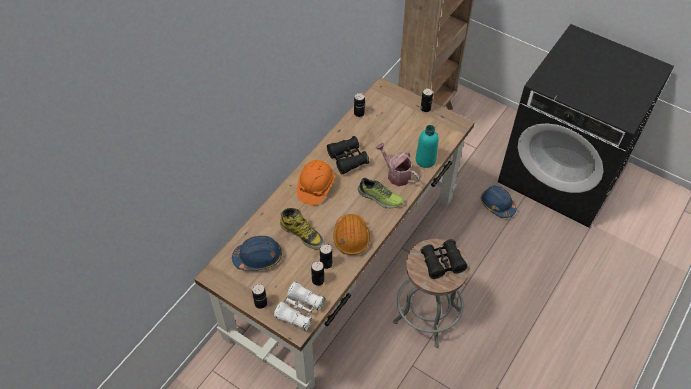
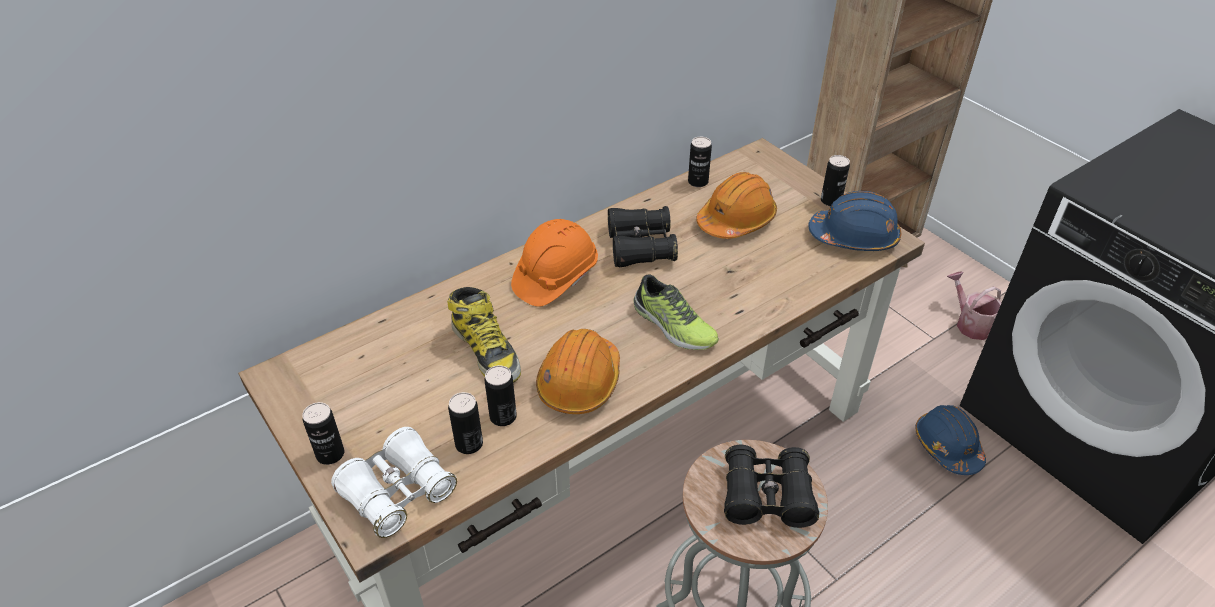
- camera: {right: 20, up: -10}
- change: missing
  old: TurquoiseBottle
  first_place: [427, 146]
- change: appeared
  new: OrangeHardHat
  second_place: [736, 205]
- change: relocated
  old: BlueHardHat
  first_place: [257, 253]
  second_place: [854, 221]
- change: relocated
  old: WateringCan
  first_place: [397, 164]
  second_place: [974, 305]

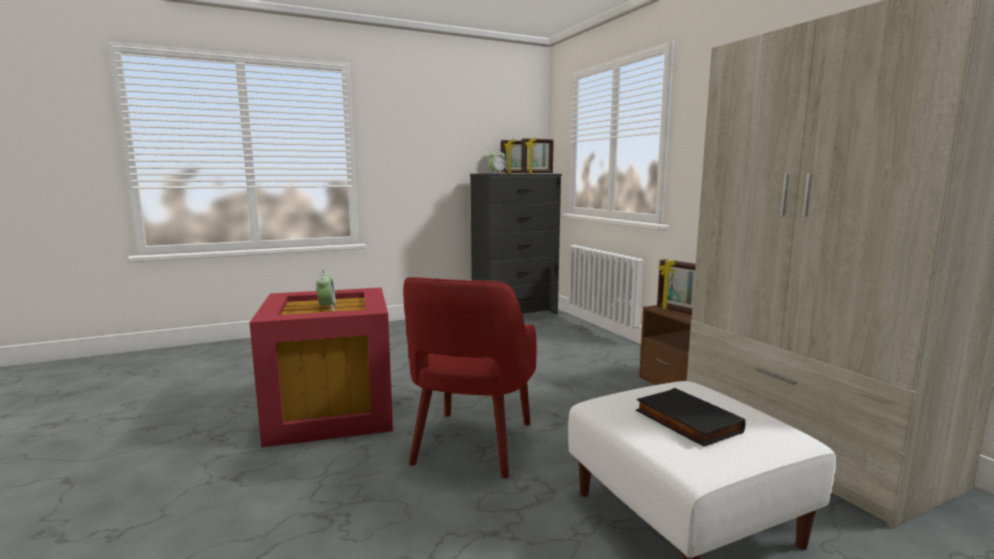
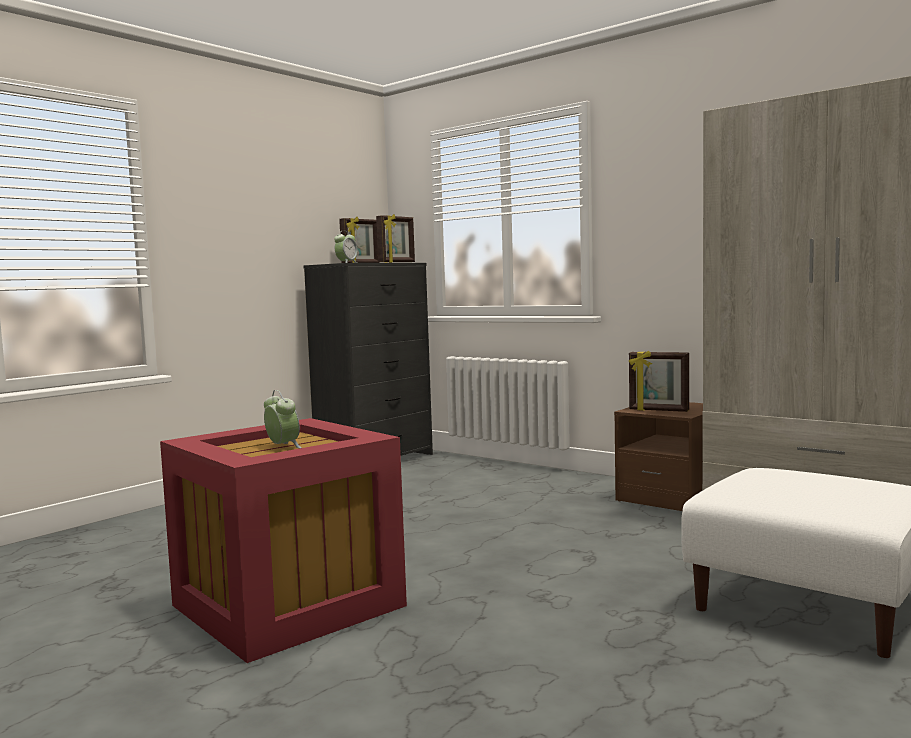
- camera: {right: -25, up: -5}
- change: missing
  old: RedArmchair
  first_place: [470, 378]
- change: missing
  old: BlackBook
  first_place: [691, 417]

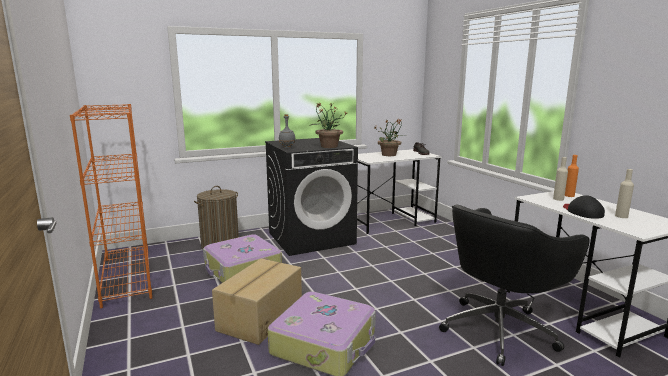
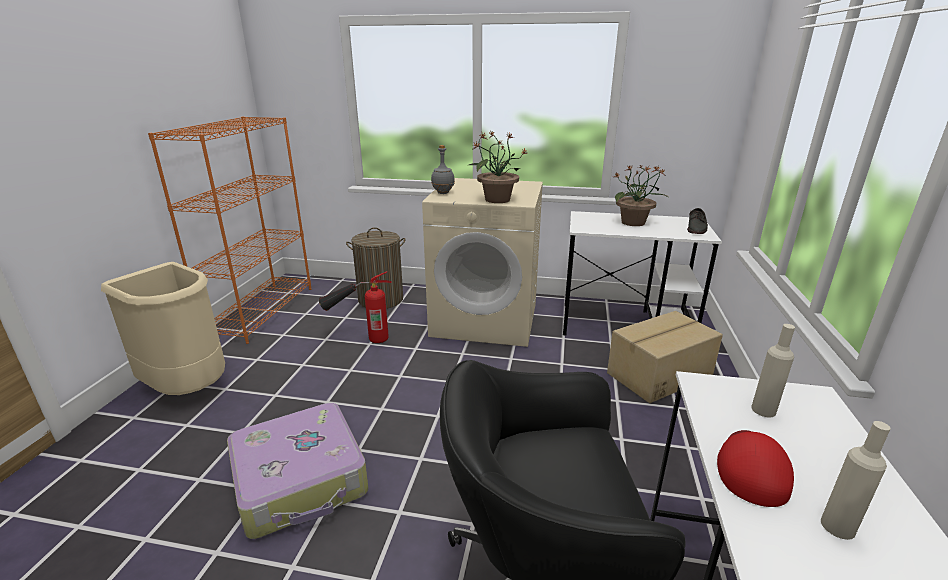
- camera: {right: 35, up: 10}
- change: missing
  old: OrangeBottle
  first_place: [572, 176]
- change: appeared
  new: BeigeTrashCan
  second_place: [163, 328]
- change: relocated
  old: CardboardBox
  first_place: [257, 301]
  second_place: [665, 357]
- change: exchanged
  old: Suitcase
  new: FireExtinguisher
  first_place: [242, 258]
  second_place: [355, 307]
- change: colour
  old: BlackWashingMachine
  new: BeigeWashingMachine
  first_place: [311, 197]
  second_place: [482, 262]
- change: colour
  old: BlackCap
  new: RedCap
  first_place: [584, 207]
  second_place: [755, 468]

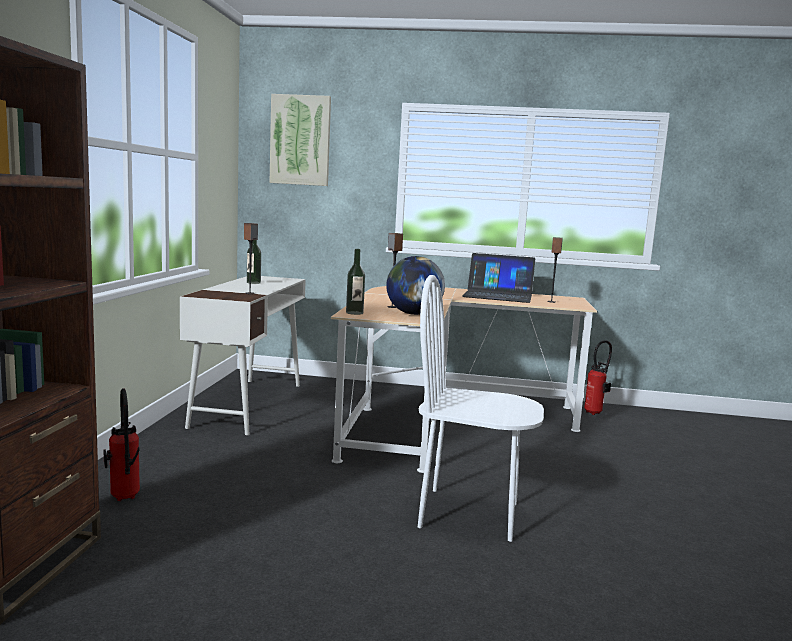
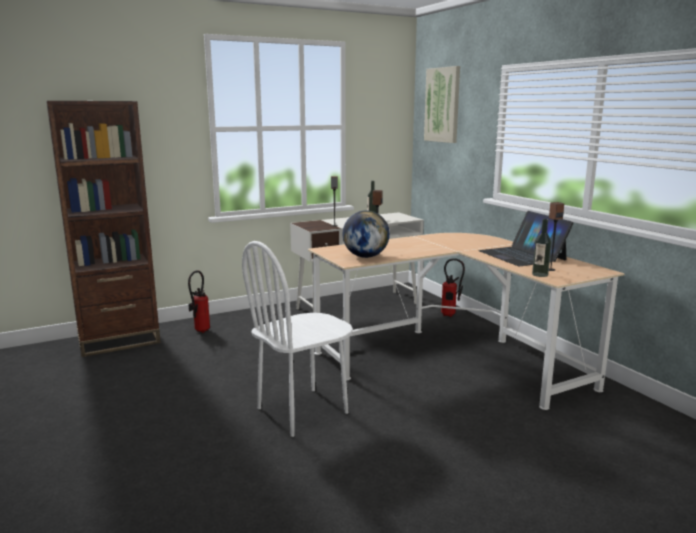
- camera: {right: 55, up: 5}
- change: relocated
  old: Bottle
  first_place: [355, 282]
  second_place: [542, 248]
- change: relocated
  old: FireExtinguisher
  first_place: [598, 377]
  second_place: [453, 287]
- change: spun
  old: WhiteChair
  first_place: [481, 408]
  second_place: [297, 339]
  degrees: -105

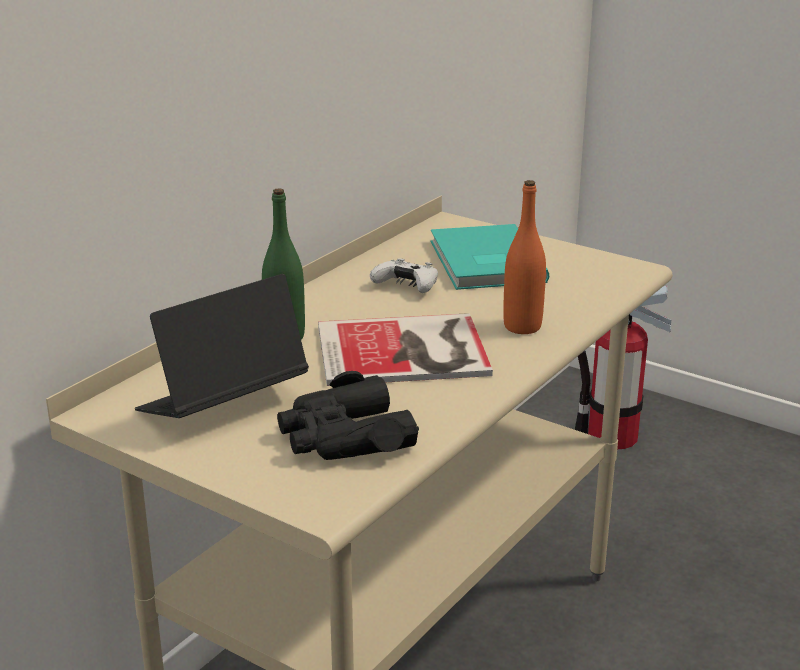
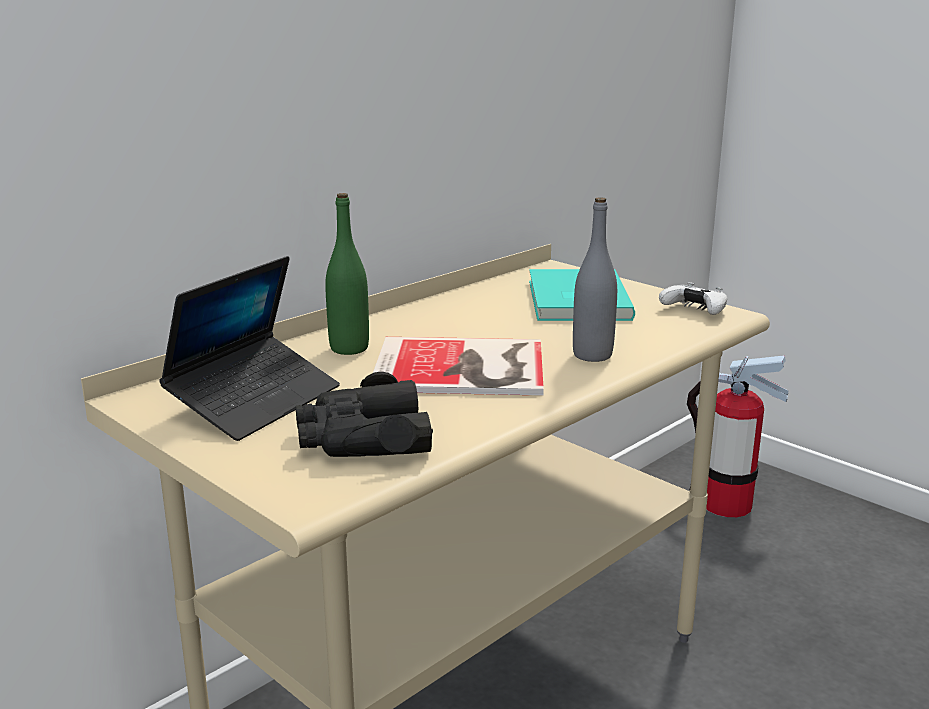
- camera: {right: 10, up: -5}
- change: relocated
  old: WhiteGameController
  first_place: [404, 275]
  second_place: [693, 298]
- change: colour
  old: OrangeBottle
  new: GreyBottle
  first_place: [524, 257]
  second_place: [595, 279]
- change: spun
  old: Laptop
  first_place: [222, 346]
  second_place: [249, 348]
  degrees: 150

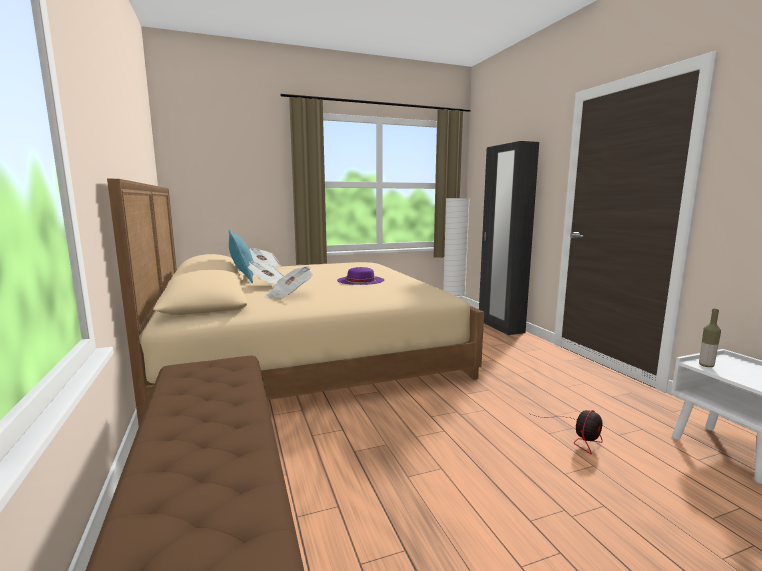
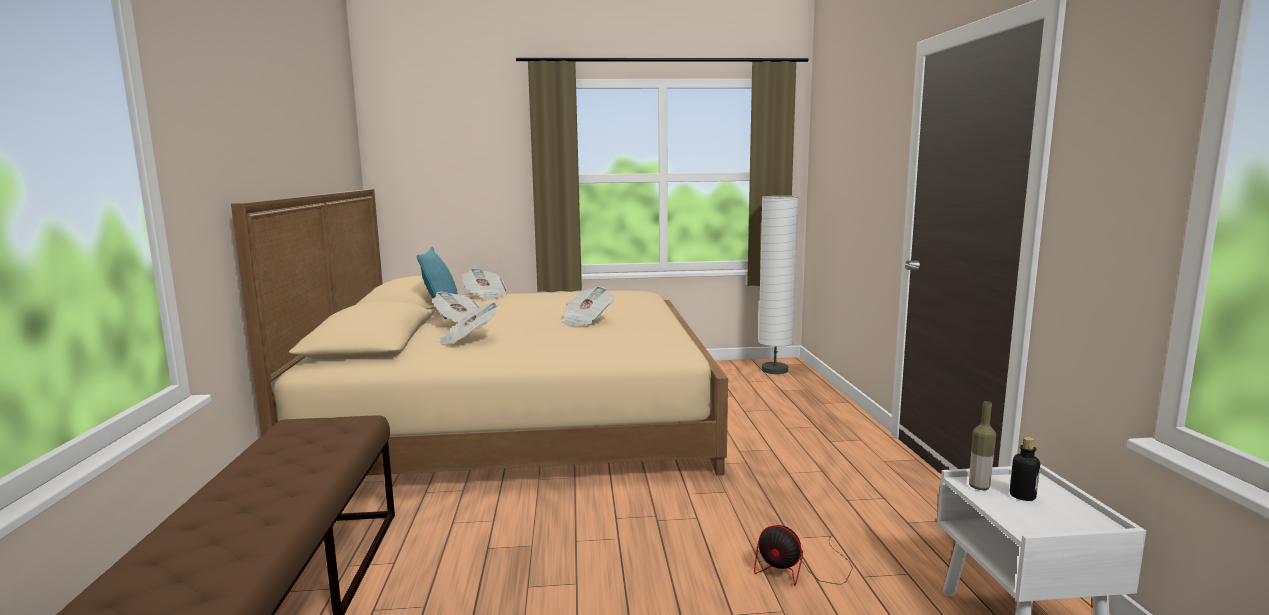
- camera: {right: 15, up: 0}
- change: missing
  old: BlackWardrobe
  first_place: [509, 238]
- change: appeared
  new: Bottle
  second_place: [1025, 469]
- change: exchanged
  old: PurpleHat
  new: Newspaper
  first_place: [360, 276]
  second_place: [587, 306]
- change: spun
  old: Fan
  first_place: [565, 432]
  second_place: [803, 555]
  degrees: 60

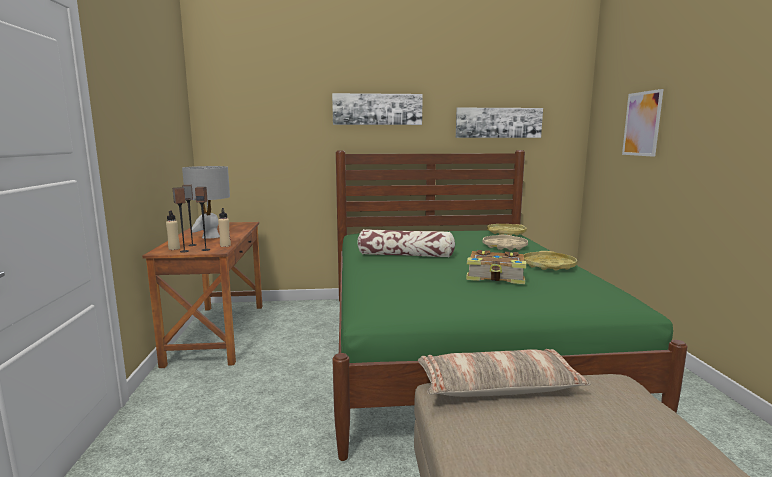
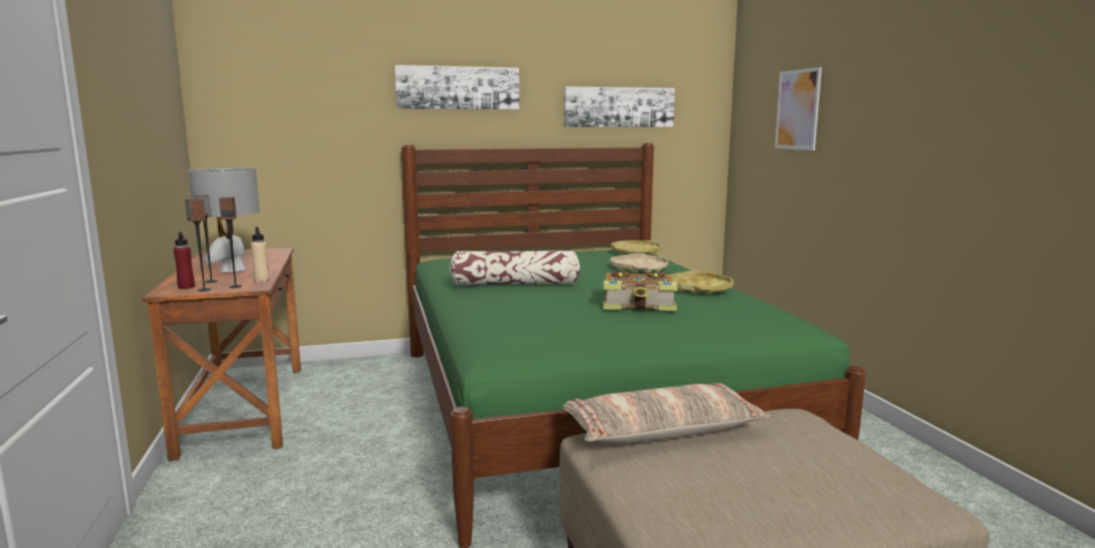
- camera: {right: -10, up: 0}
- change: colour
  old: BeigeBottle
  new: RedBottle
  first_place: [173, 230]
  second_place: [184, 260]

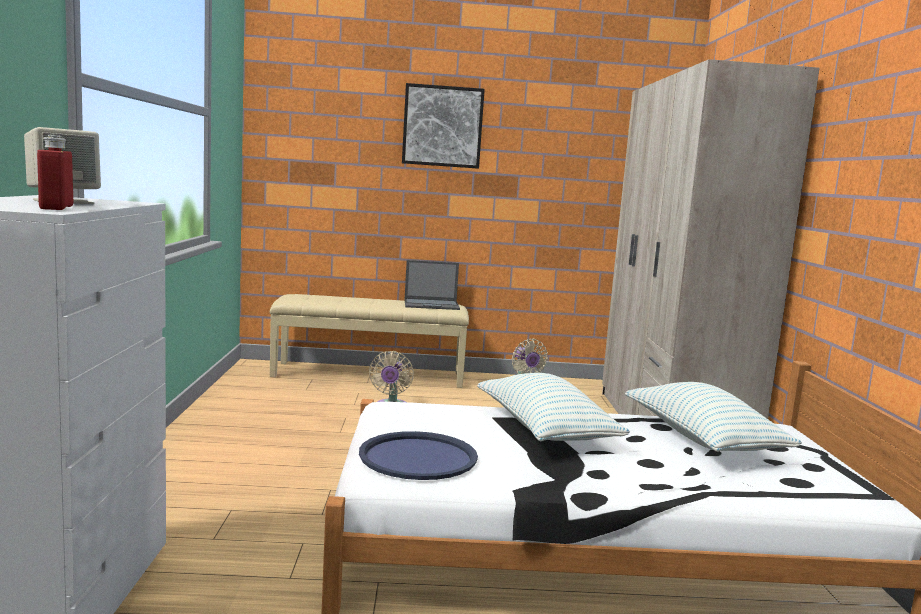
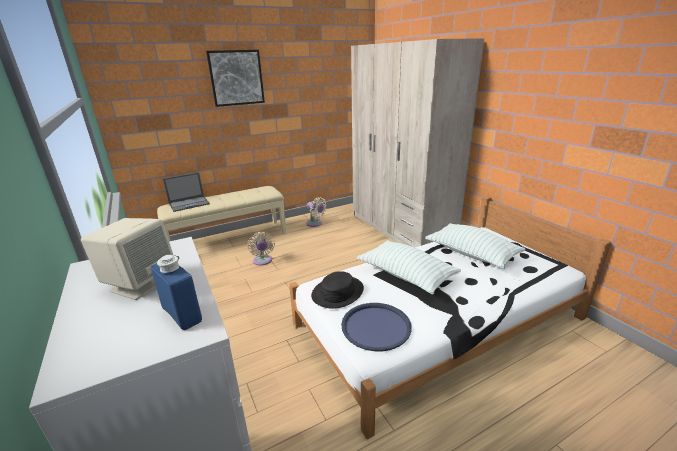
- camera: {right: -25, up: 15}
- change: appeared
  new: BlackHat
  second_place: [337, 290]
- change: relocated
  old: Laptop
  first_place: [432, 285]
  second_place: [186, 192]
- change: colour
  old: RedBottle
  new: BlueBottle
  first_place: [55, 172]
  second_place: [176, 292]

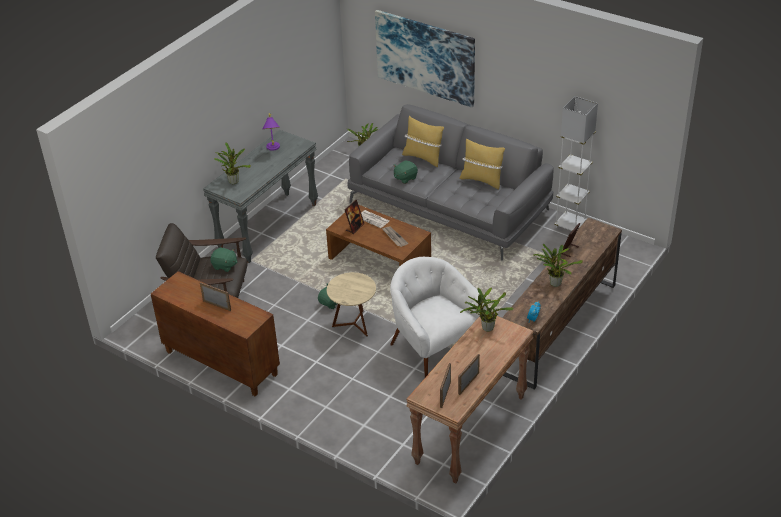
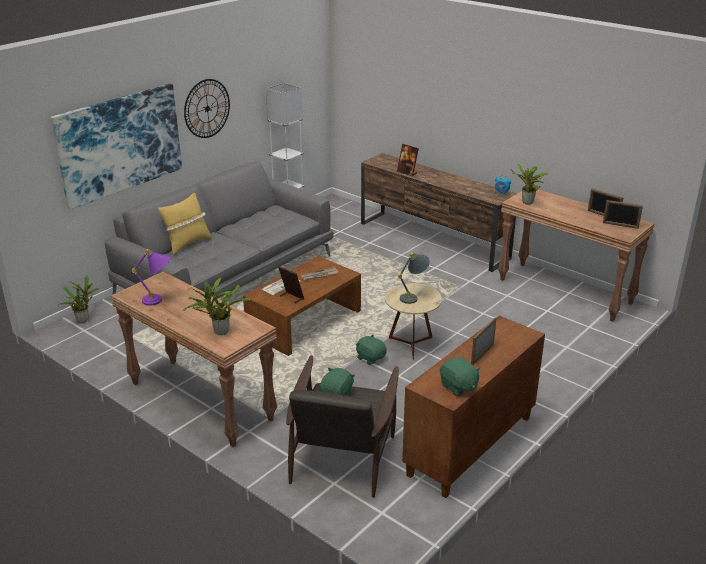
- camera: {right: -85, up: -10}
- change: missing
  old: WhiteArmchair
  first_place: [438, 317]
- change: missing
  old: YellowPillow
  first_place: [482, 163]
- change: missing
  old: PottedPlant
  first_place: [558, 265]
- change: appeared
  new: WallClock
  second_place: [207, 108]
- change: appeared
  new: GreyTableLamp
  second_place: [414, 278]
- change: relocated
  old: GreenPlushToy
  first_place: [406, 172]
  second_place: [460, 376]
- change: colour
  old: GreyConsoleTable
  new: BrownConsoleTable
  first_place: [260, 196]
  second_place: [194, 359]

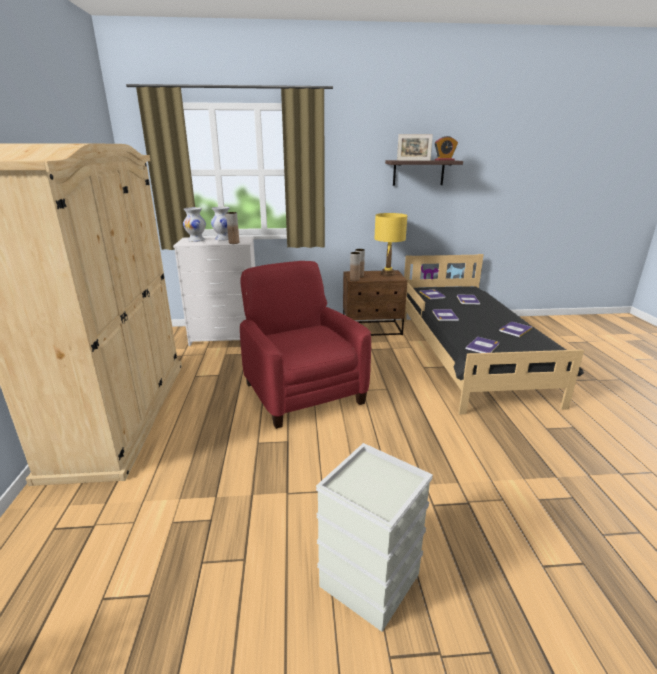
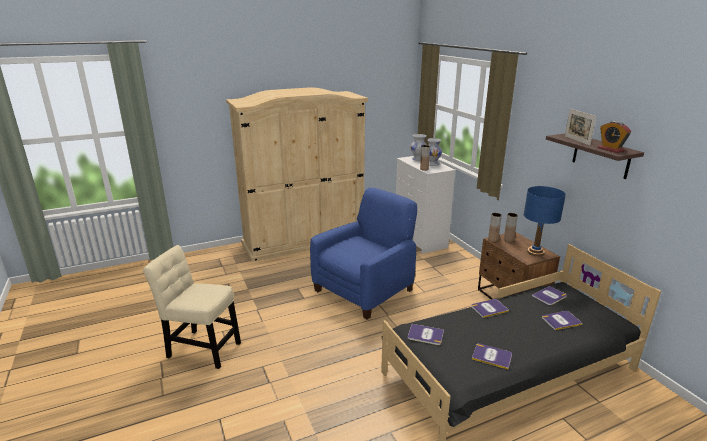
- camera: {right: 70, up: 0}
- change: exchanged
  old: GreyStorageBox
  new: BeigeChair
  first_place: [374, 537]
  second_place: [192, 307]
- change: colour
  old: RedArmchair
  new: BlueArmchair
  first_place: [305, 345]
  second_place: [363, 253]
- change: colour
  old: YellowTableLamp
  new: BlueTableLamp
  first_place: [391, 244]
  second_place: [545, 221]

